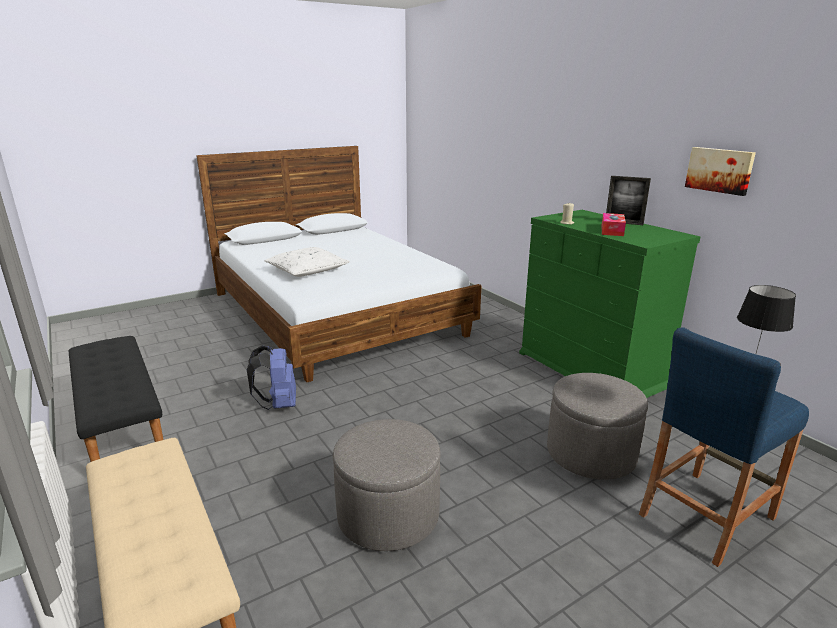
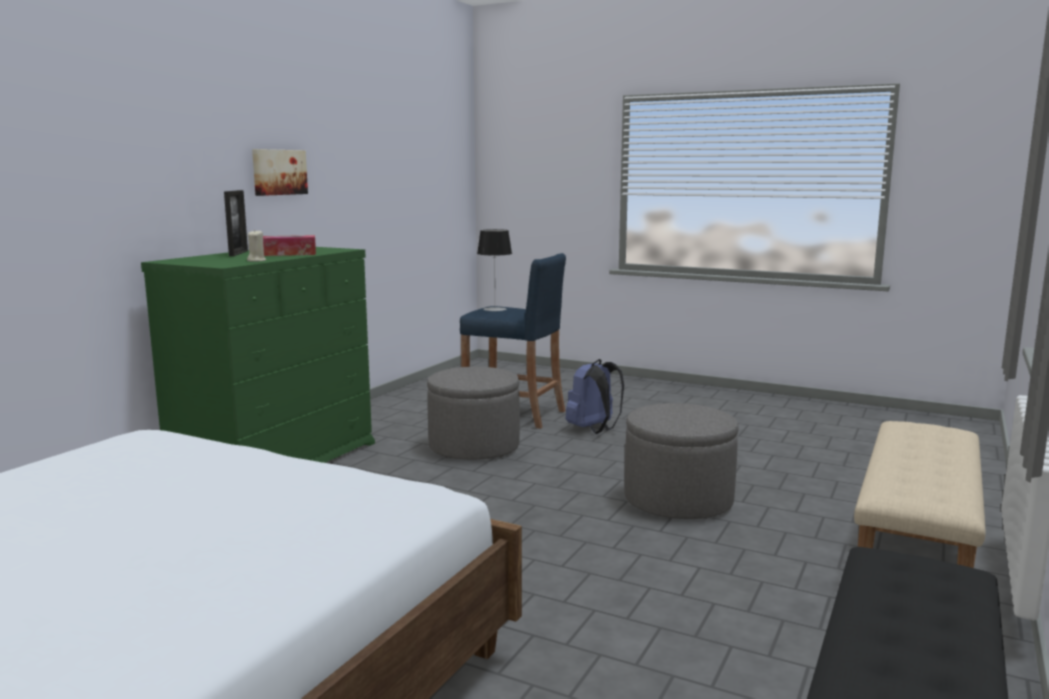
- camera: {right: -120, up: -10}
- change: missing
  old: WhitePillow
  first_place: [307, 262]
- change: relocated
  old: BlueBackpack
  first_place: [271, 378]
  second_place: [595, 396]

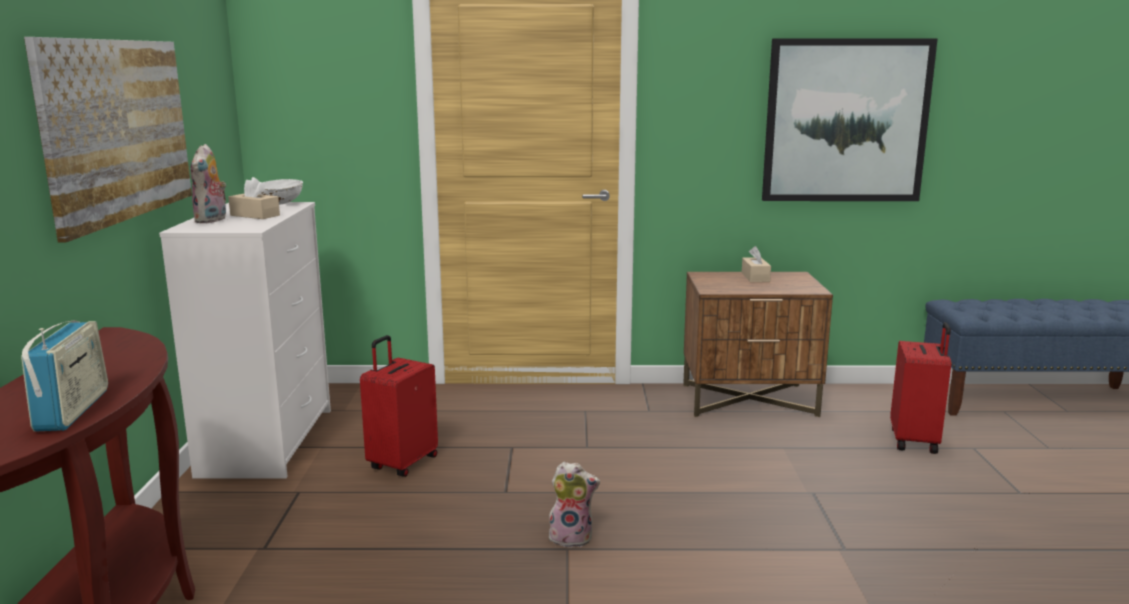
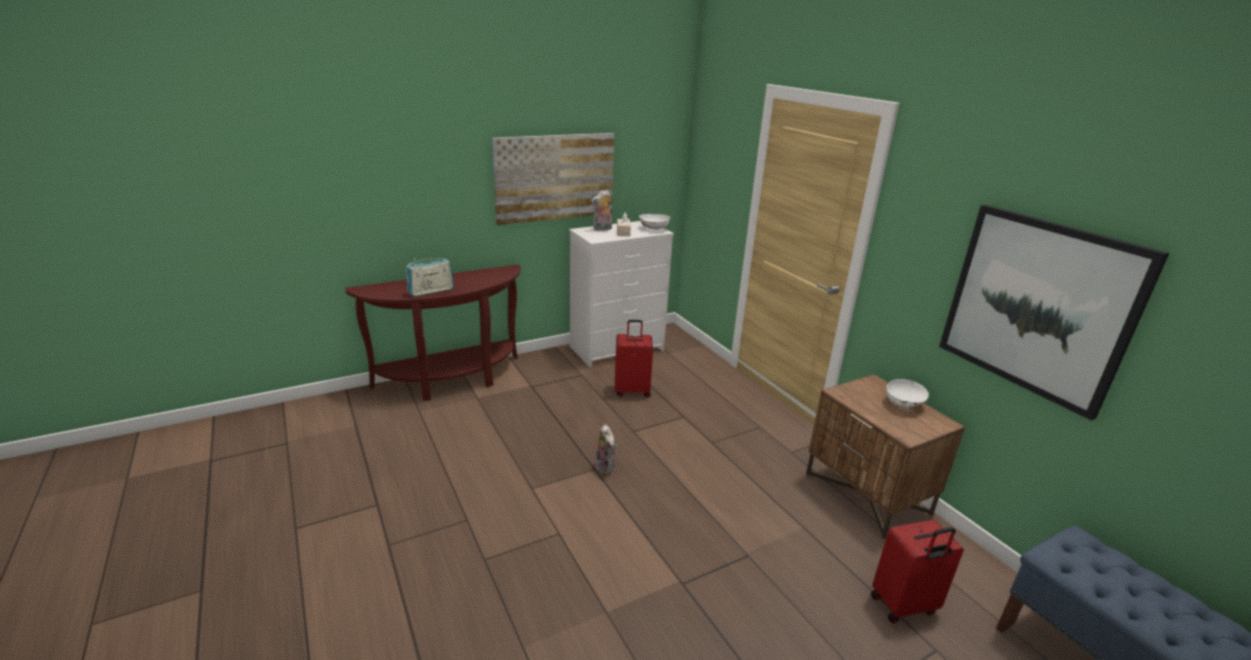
- camera: {right: 60, up: 10}
- change: exchanged
  old: BeigeTissueBox
  new: WhiteBowl
  first_place: [756, 264]
  second_place: [908, 394]

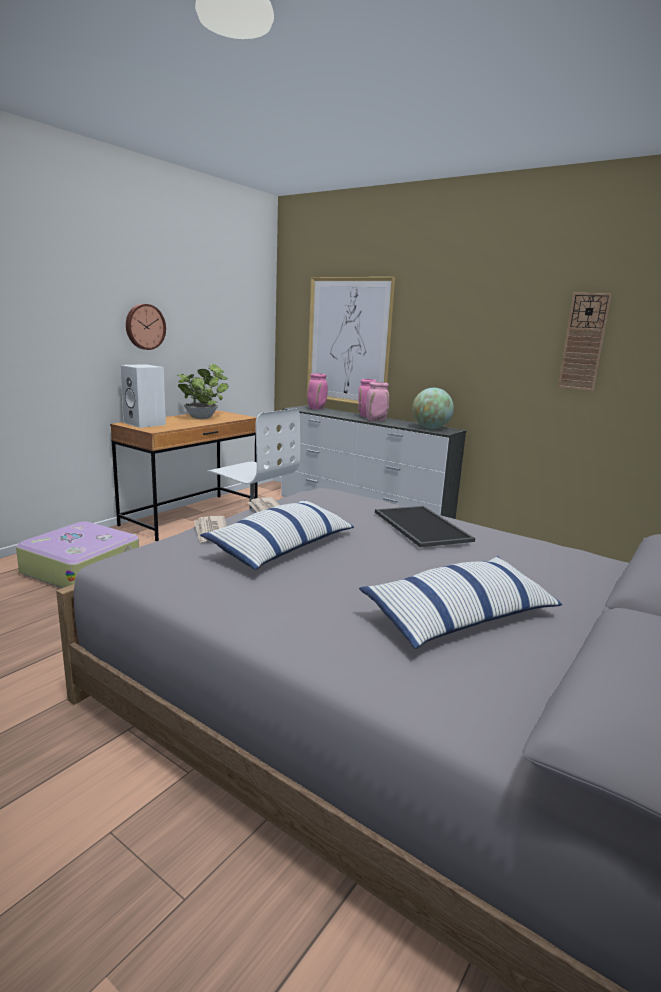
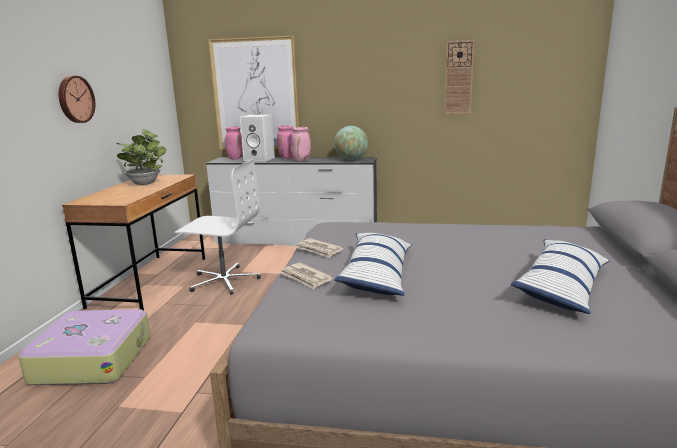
- camera: {right: -25, up: 0}
- change: missing
  old: Tray
  first_place: [425, 526]
- change: relocated
  old: WhiteSpeaker
  first_place: [143, 396]
  second_place: [257, 138]

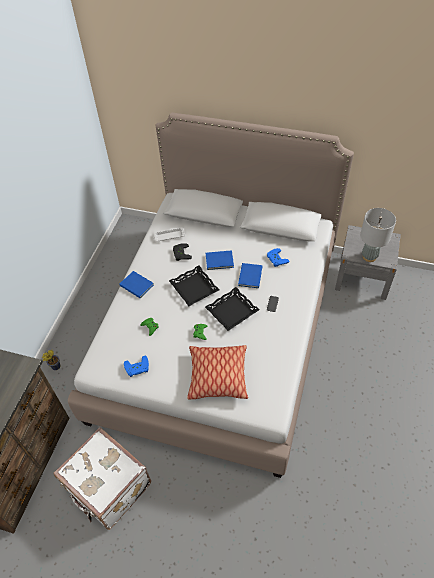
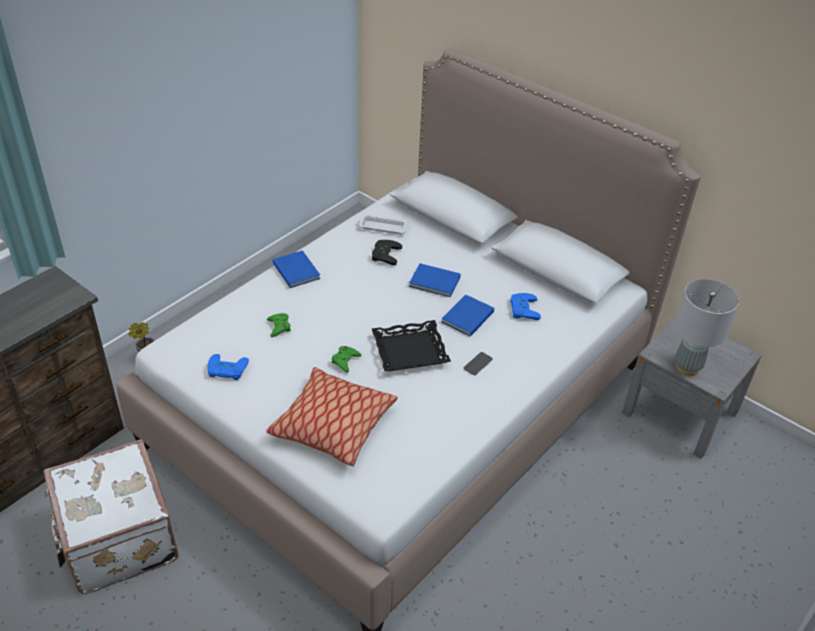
- camera: {right: 20, up: -10}
- change: missing
  old: BlackTray
  first_place: [194, 285]

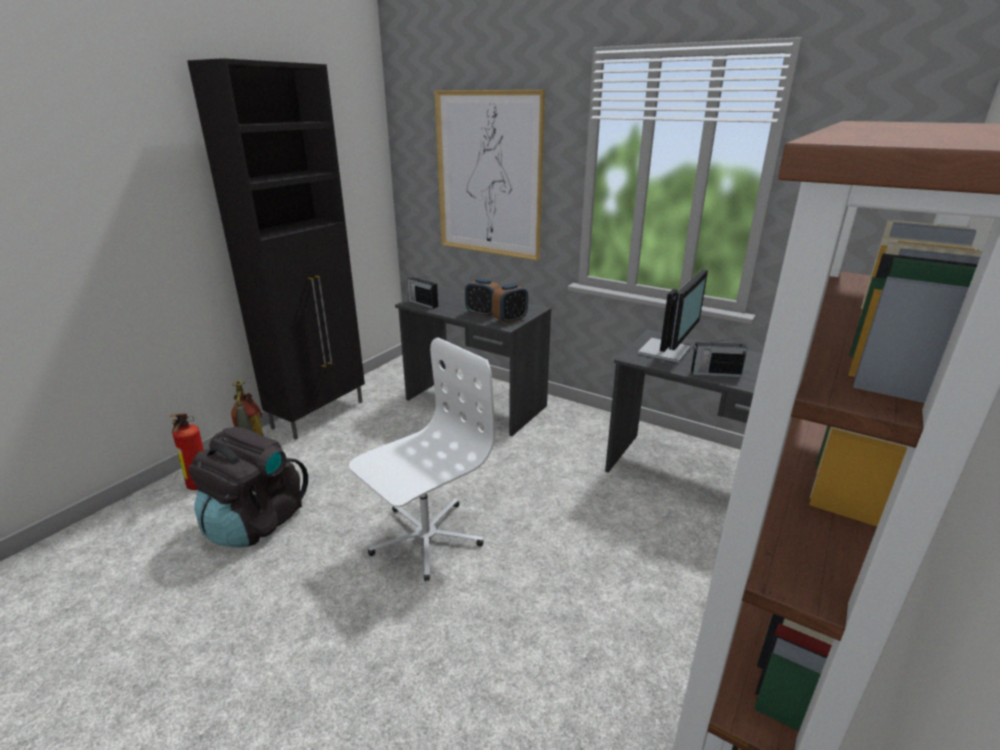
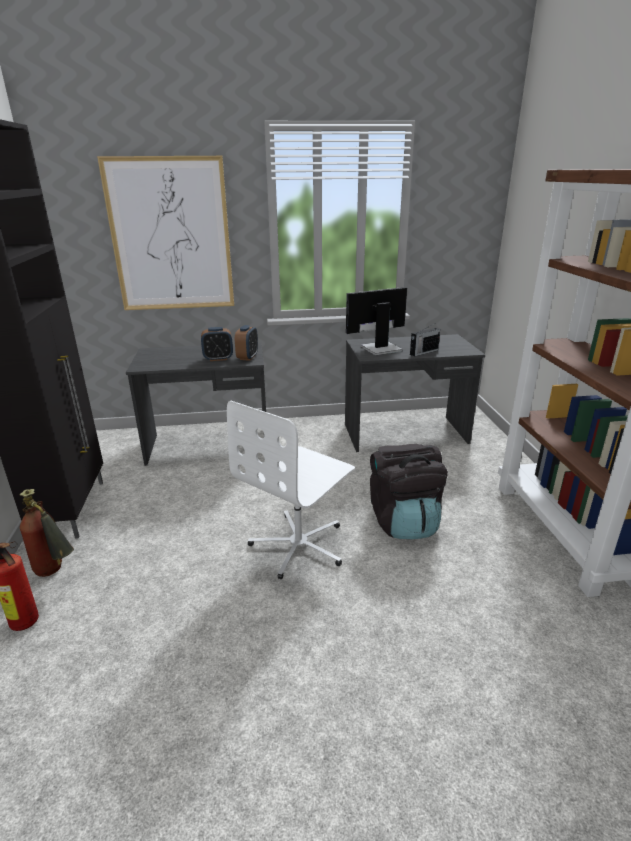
- camera: {right: -40, up: 0}
- change: missing
  old: Radio
  first_place: [422, 293]
- change: relocated
  old: BlackBackpack
  first_place: [248, 487]
  second_place: [409, 491]
- change: spun
  old: WhiteOfficeChair
  first_place: [422, 459]
  second_place: [291, 490]
  degrees: -150
- change: spun
  old: Monitor
  first_place: [673, 316]
  second_place: [376, 321]
  degrees: -105

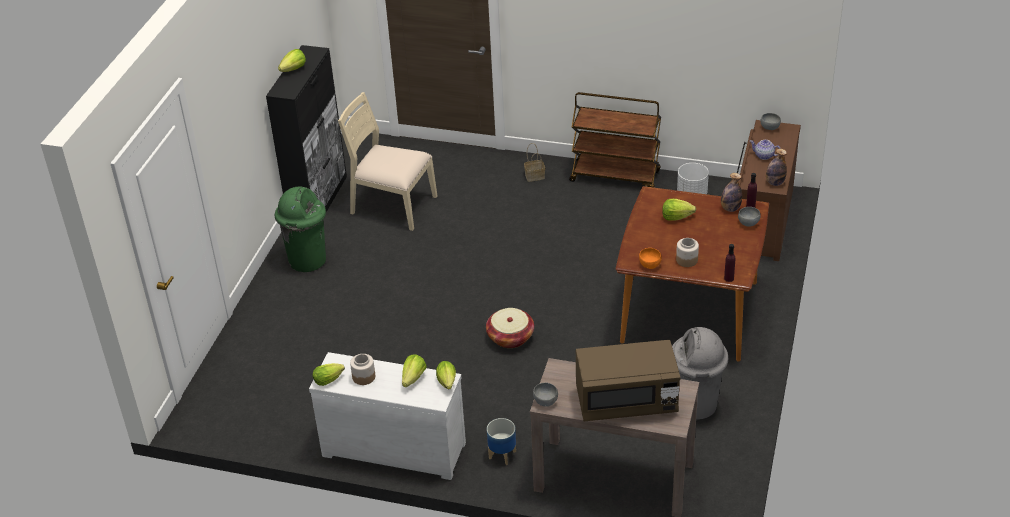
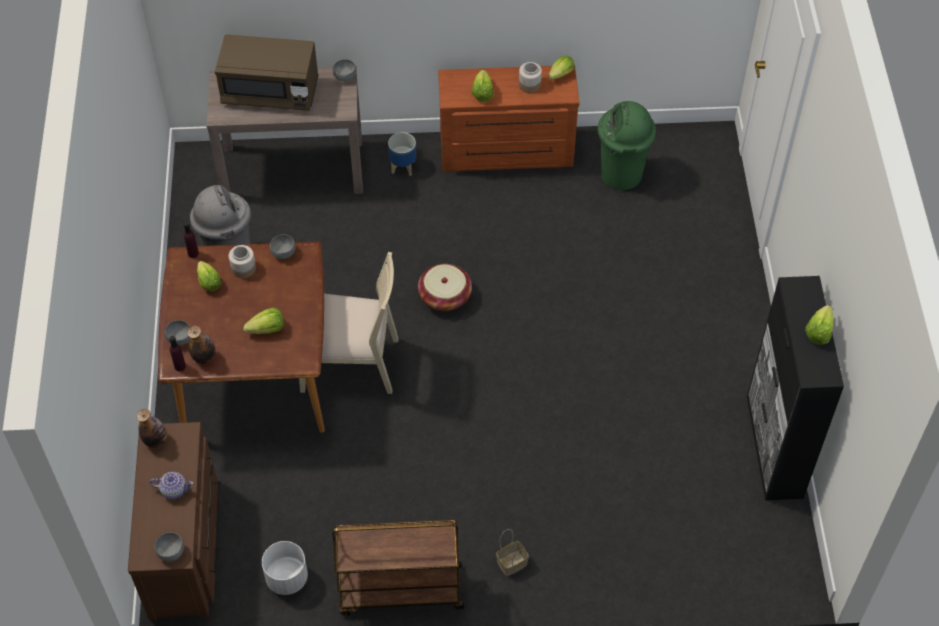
- camera: {right: 160, up: 15}
- change: relocated
  old: GreenTrashCan
  first_place: [300, 229]
  second_place: [627, 145]
- change: relocated
  old: BeigeChair
  first_place: [387, 161]
  second_place: [349, 323]
- change: relocated
  old: Lettuce
  first_place: [446, 375]
  second_place: [209, 276]
- change: colour
  old: WhiteDresser
  new: BrownDresser
  first_place: [387, 416]
  second_place: [508, 119]
- change: colour
  old: OrangeBowl
  new: GreyBowl
  first_place: [650, 258]
  second_place: [282, 246]
- change: spun
  old: BrownMicrowave
  first_place: [628, 380]
  second_place: [267, 72]
  degrees: -150

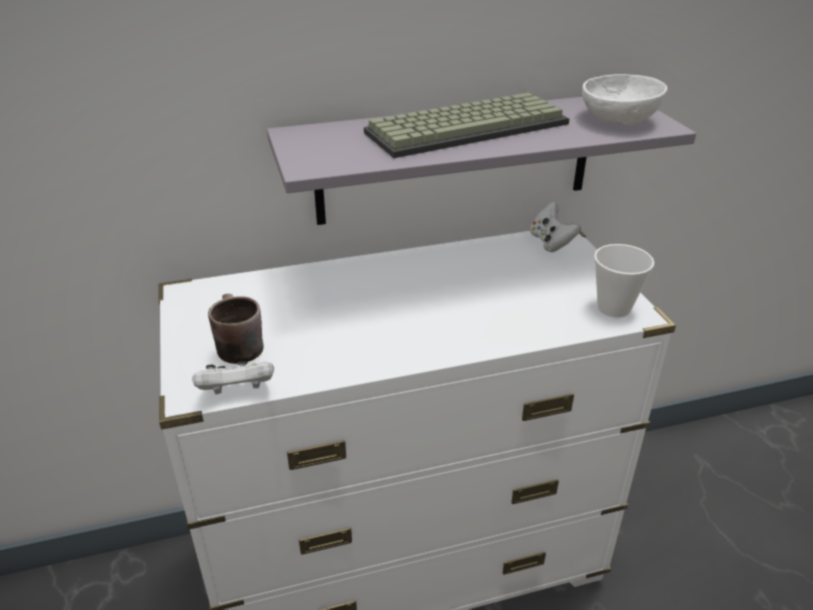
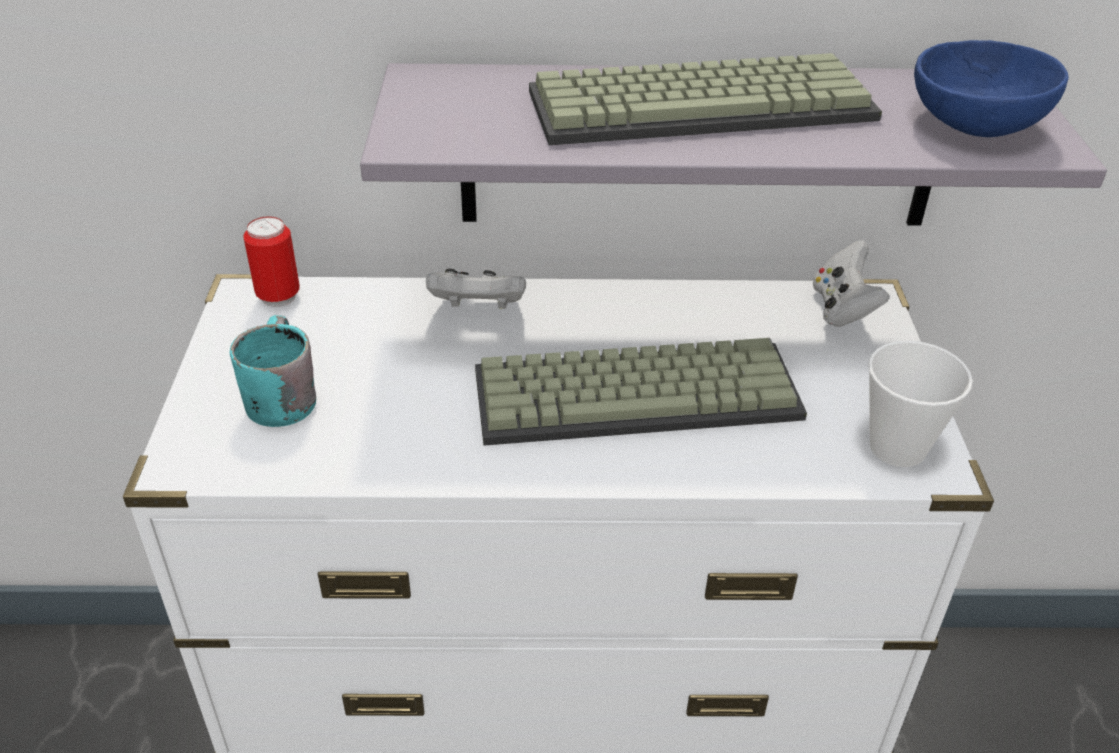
- camera: {right: 15, up: 5}
- change: appeared
  new: Can
  second_place: [271, 261]
- change: appeared
  new: Keyboard
  second_place: [641, 392]
- change: relocated
  old: WhiteGameController
  first_place: [233, 377]
  second_place: [476, 289]
- change: colour
  old: BrownMug
  new: TurquoiseMug
  first_place: [236, 329]
  second_place: [273, 371]
- change: colour
  old: WhiteBowl
  new: BlueBowl
  first_place: [624, 99]
  second_place: [991, 88]

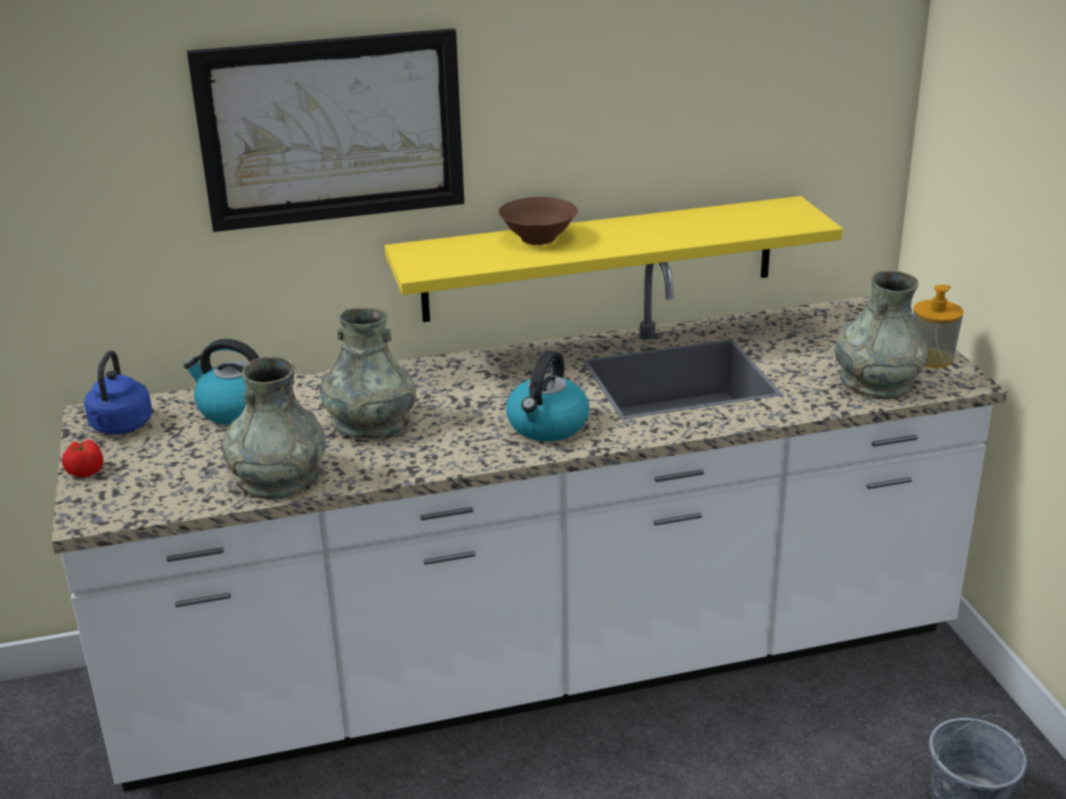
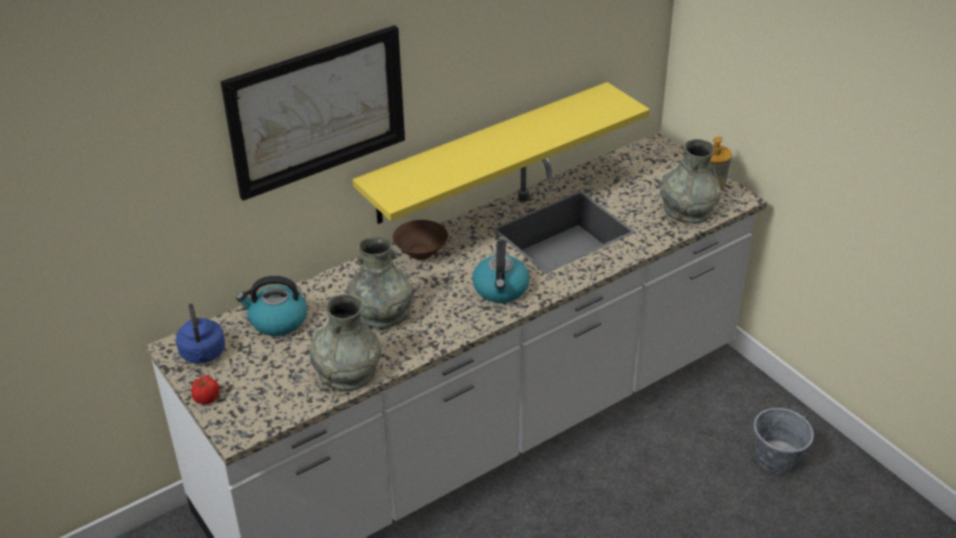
- camera: {right: -20, up: 10}
- change: relocated
  old: BrownBowl
  first_place: [538, 221]
  second_place: [420, 240]

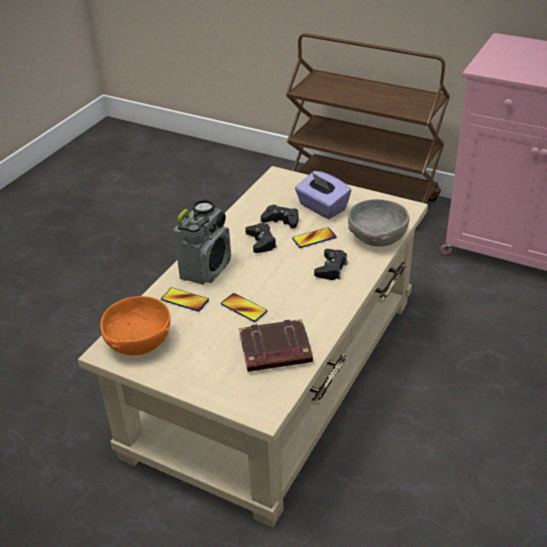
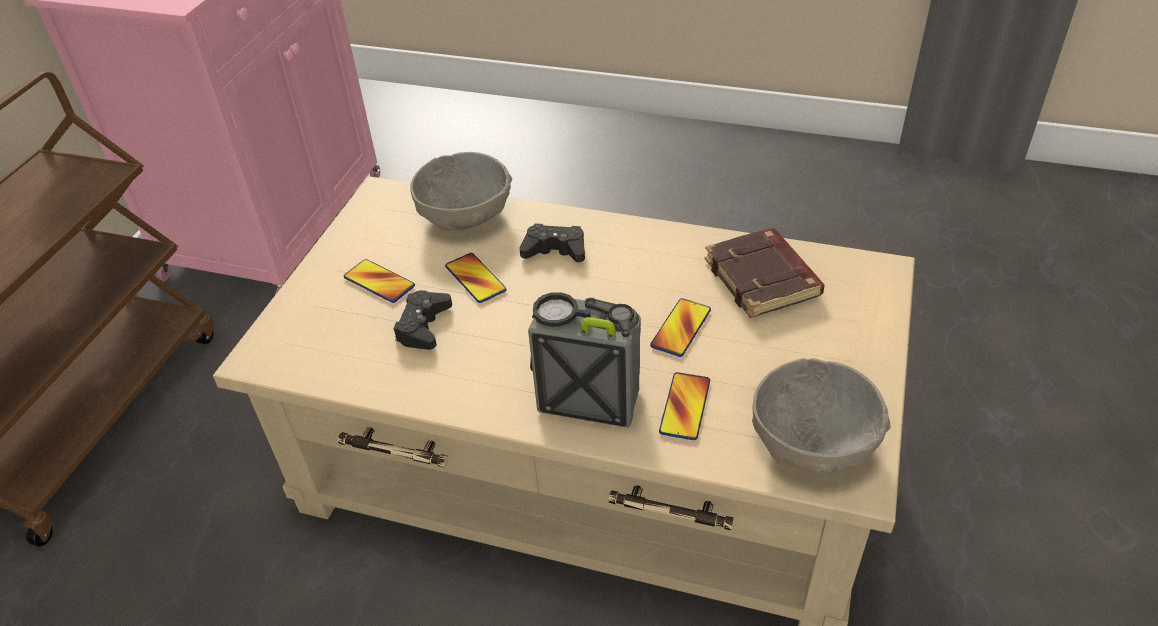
- camera: {right: -100, up: 5}
- change: missing
  old: BlackGameController
  first_place: [261, 238]
- change: exchanged
  old: PurpleTissueBox
  new: Phone
  first_place: [323, 195]
  second_place: [379, 281]
- change: colour
  old: OrangeBowl
  new: GreyBowl
  first_place: [135, 325]
  second_place: [821, 415]

